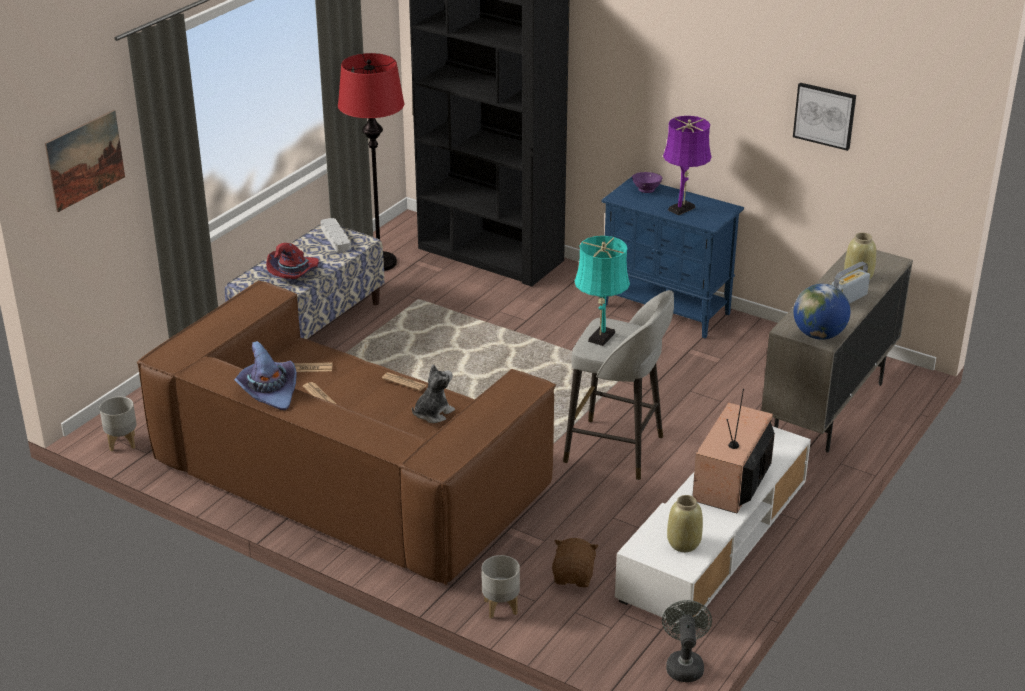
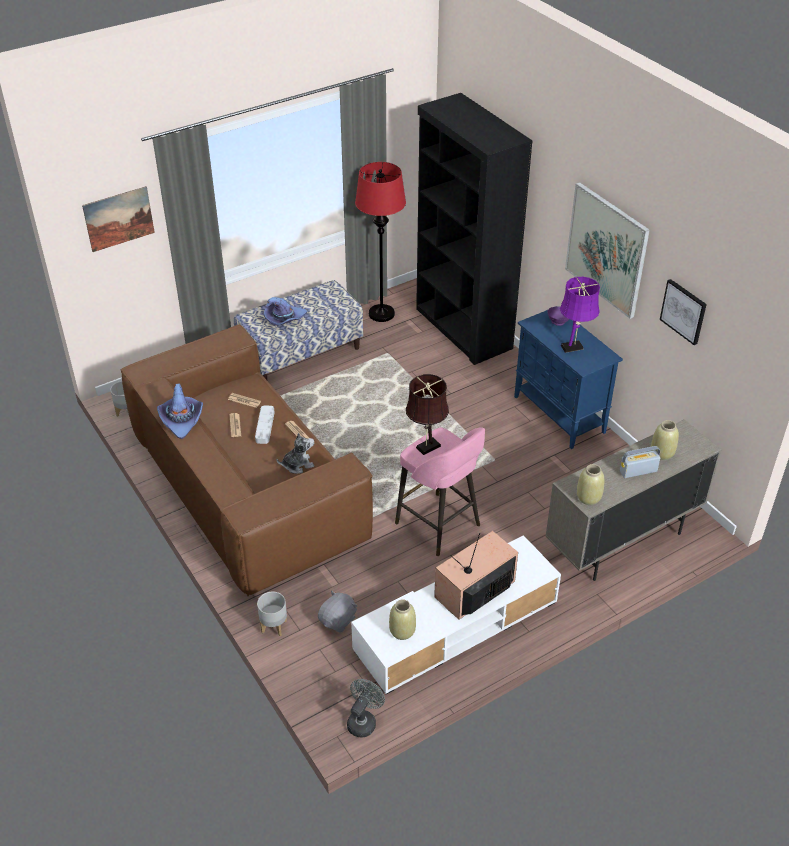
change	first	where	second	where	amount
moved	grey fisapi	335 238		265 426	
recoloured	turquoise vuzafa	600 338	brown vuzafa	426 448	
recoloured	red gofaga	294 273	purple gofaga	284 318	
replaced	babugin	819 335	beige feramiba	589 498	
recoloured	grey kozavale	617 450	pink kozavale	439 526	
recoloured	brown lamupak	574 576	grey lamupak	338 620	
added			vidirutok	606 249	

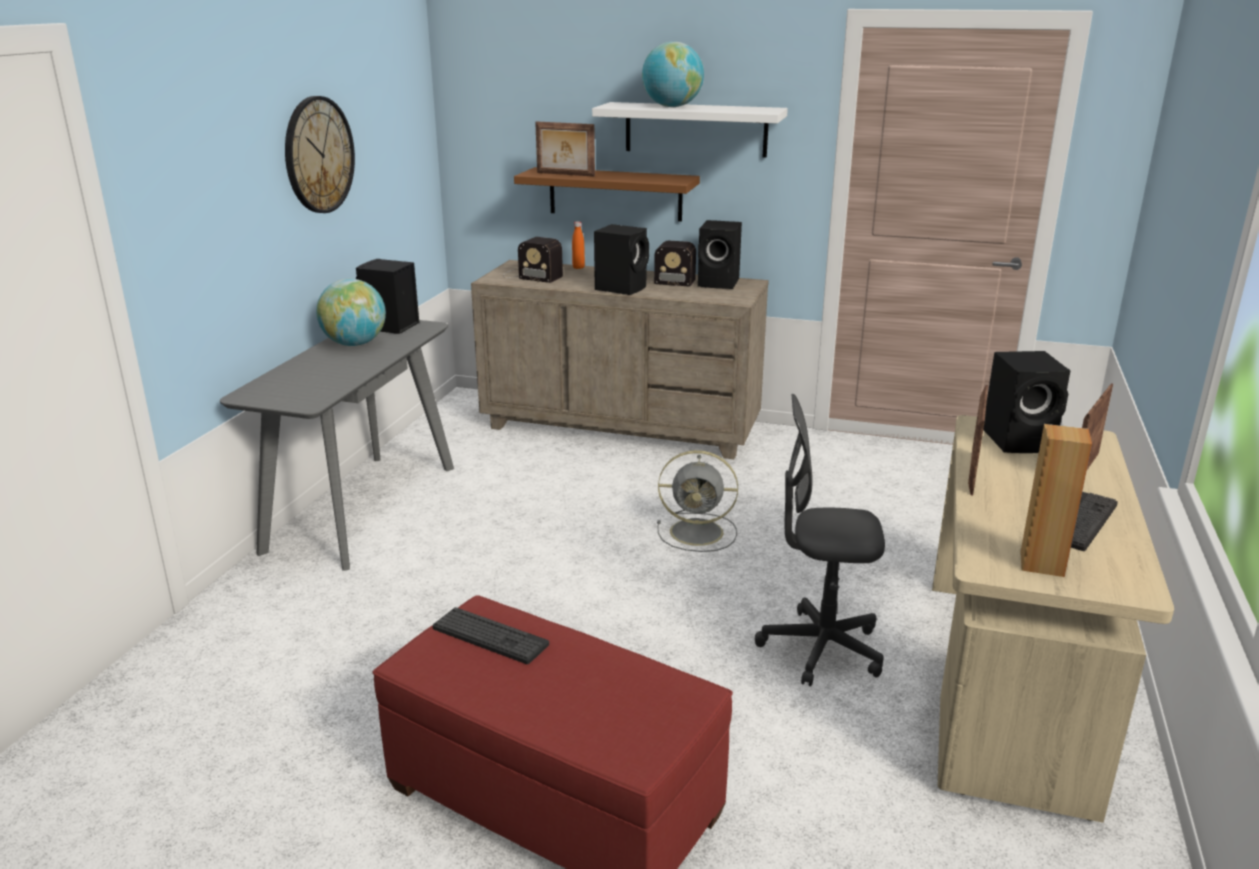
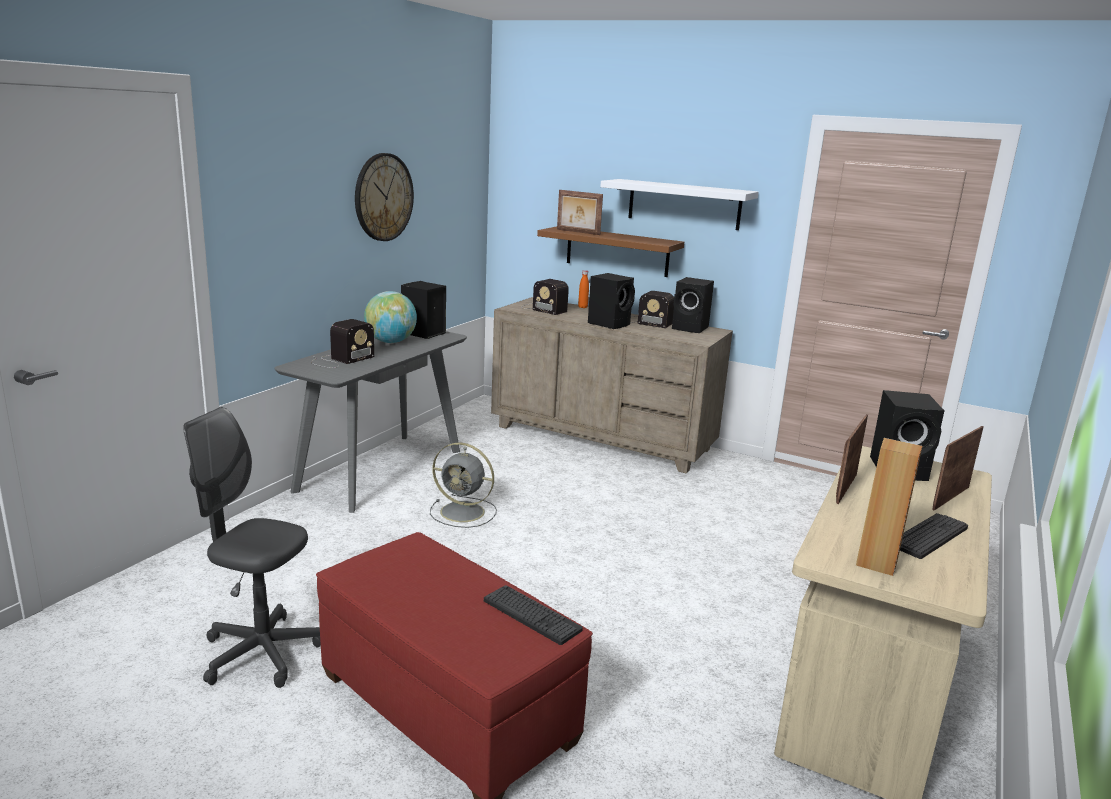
change	first	where	second	where	amount
removed	babugin	672 107			
moved	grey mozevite	821 649		261 653	
moved	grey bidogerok	699 532		464 512	
moved	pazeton	490 636		531 615	
added			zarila	340 360	

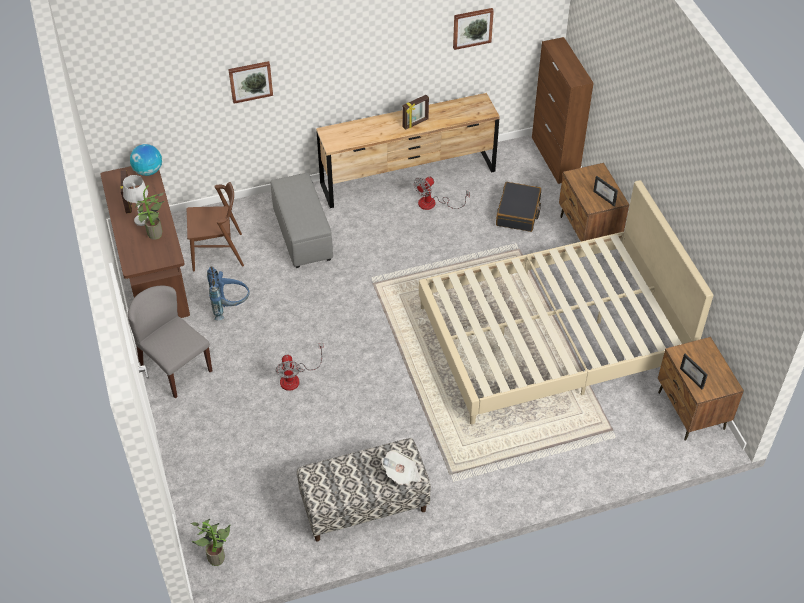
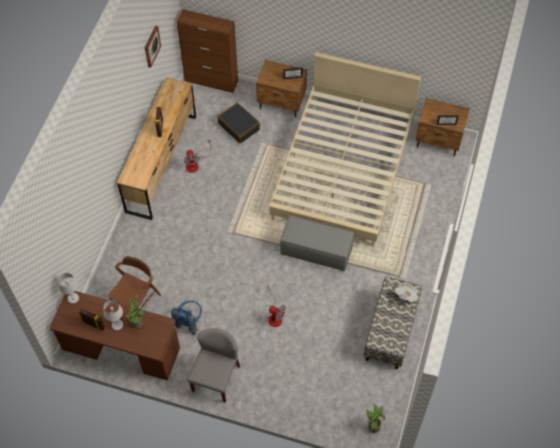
change	first	where	second	where	amount
removed	vidirutok	250 81			
replaced	babugin	148 171	white vuzafa	73 298	
moved	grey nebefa	303 235		317 251	
turned	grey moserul	175 368		216 378	120 degrees clockwise

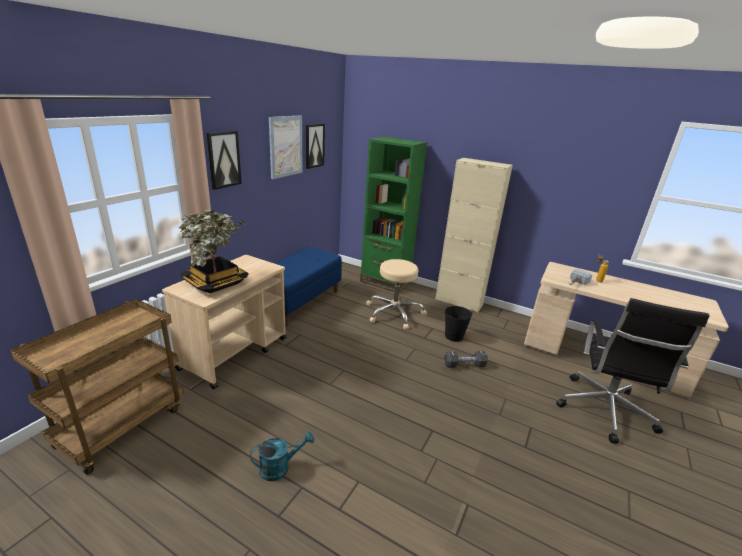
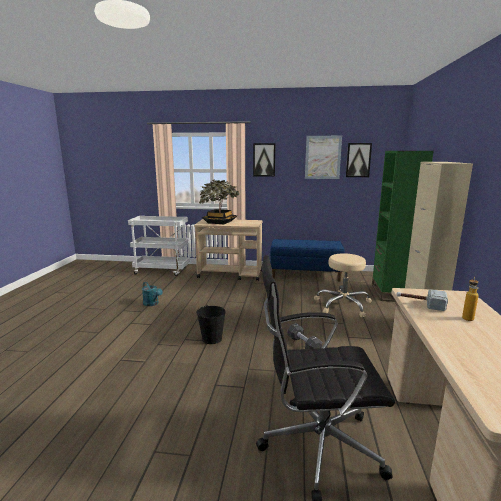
change	first	where	second	where	amount
recoloured	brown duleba	122 425	white duleba	162 271	
moved	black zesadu	454 336		212 339	

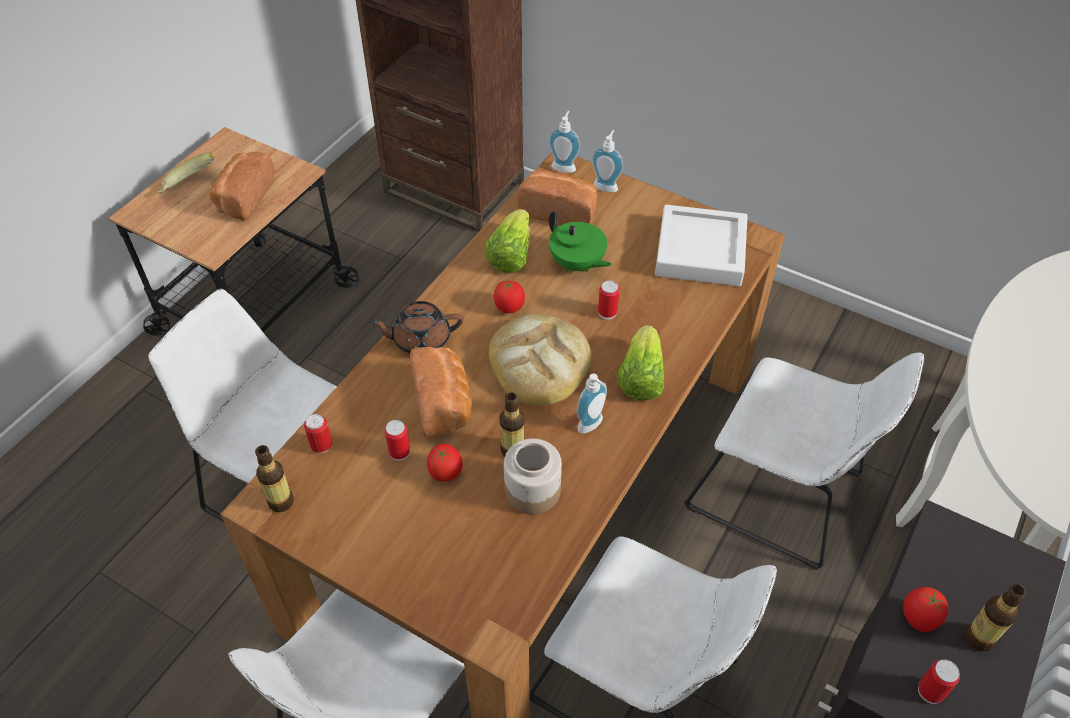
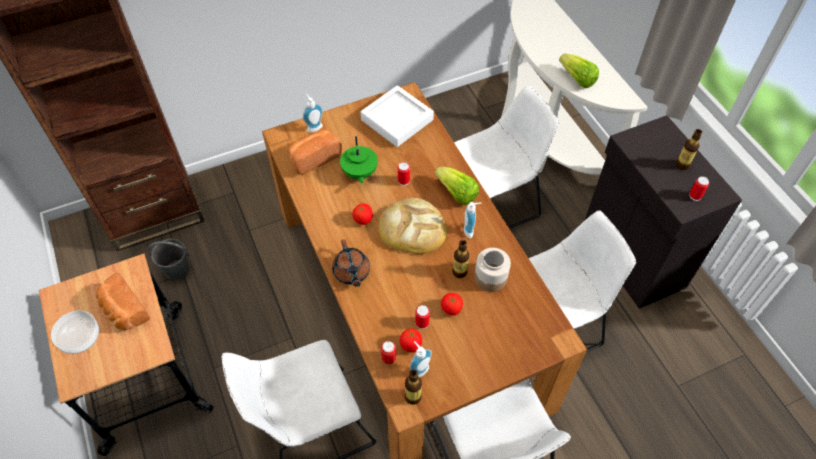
change	first	where	second	where	amount
moved	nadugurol	564 166		418 369	
replaced	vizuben	189 187	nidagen	80 338	
moved	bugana	510 255		577 79	
turned	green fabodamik	577 264		359 173	90 degrees clockwise
turned	brown fabodamik	420 340		351 272	45 degrees counterclockwise
removed	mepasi	444 404			
moved	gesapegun	919 618		411 345	
added			grey zesadu	177 270	

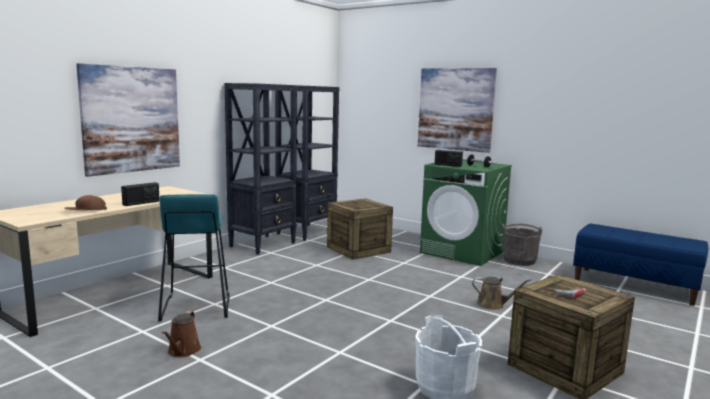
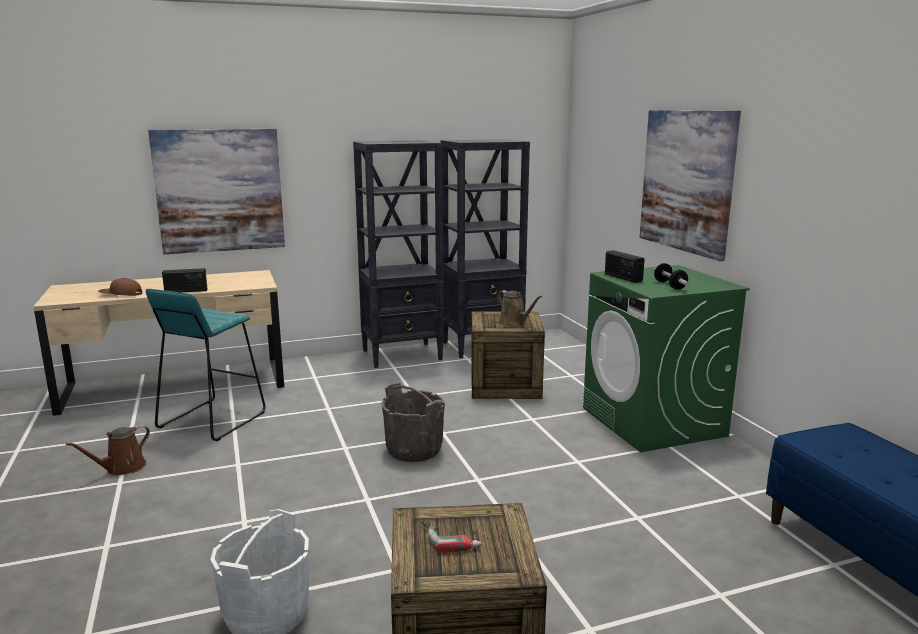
change	first	where	second	where	amount
moved	grey zesadu	519 260		414 449	
moved	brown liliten	493 305		514 324	

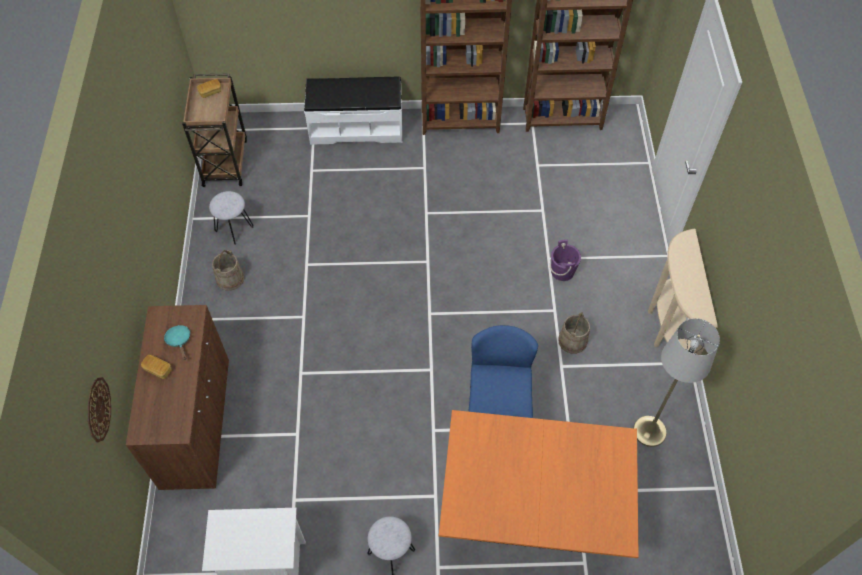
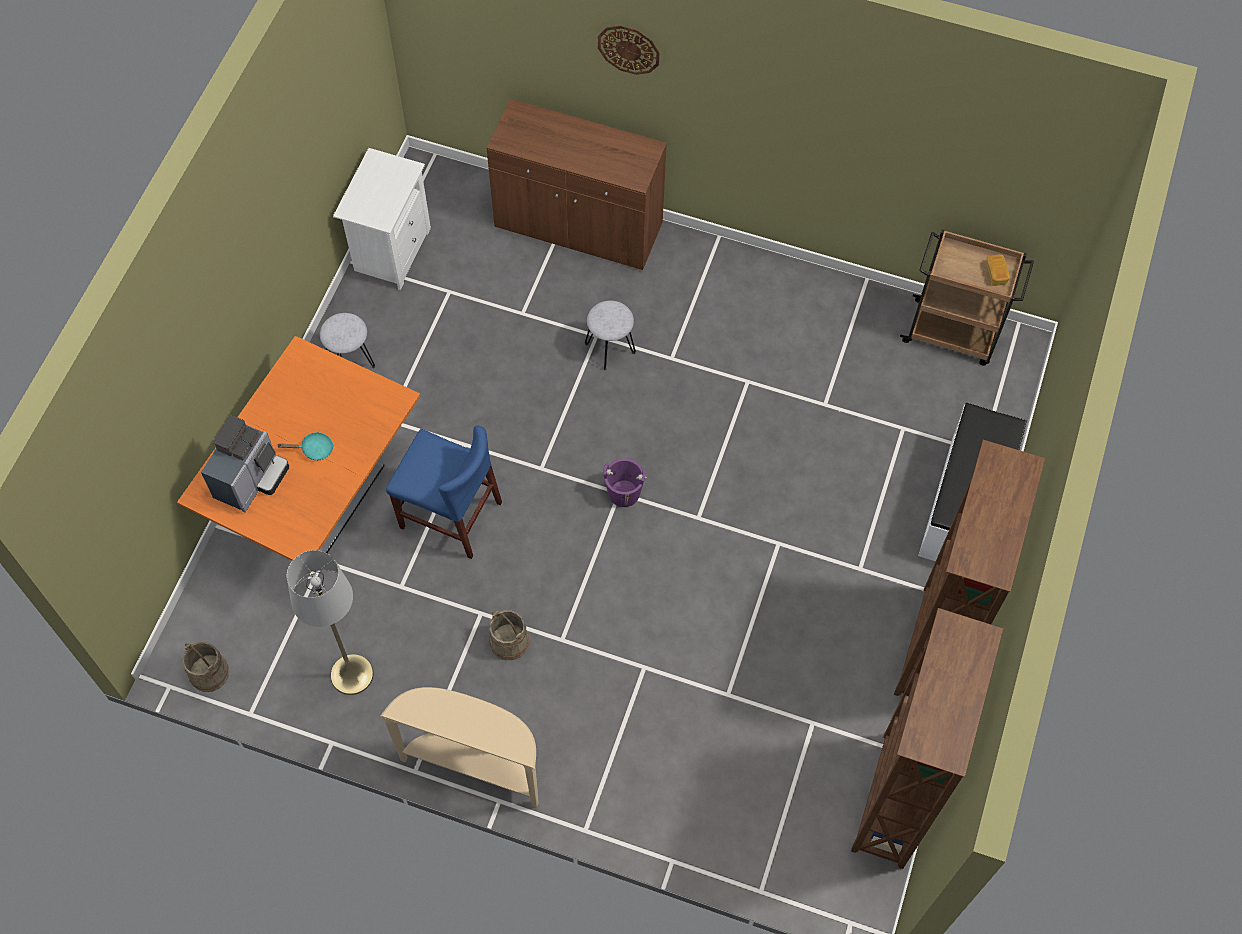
change	first	where	second	where	amount
moved	grey kozavale	234 229		610 348	
moved	purple zesadu	562 271		624 493	
moved	beige zesadu	230 279		209 673	
moved	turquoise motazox	179 340		314 449	
removed	mepasi	158 370			
moved	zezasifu	98 409		629 49	
added			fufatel	251 479	

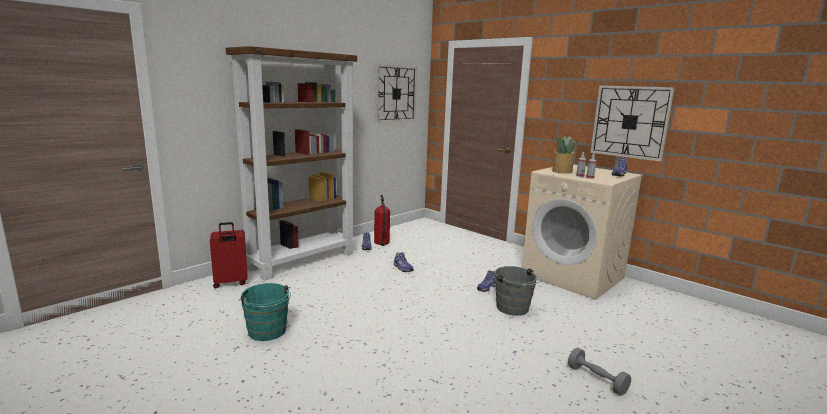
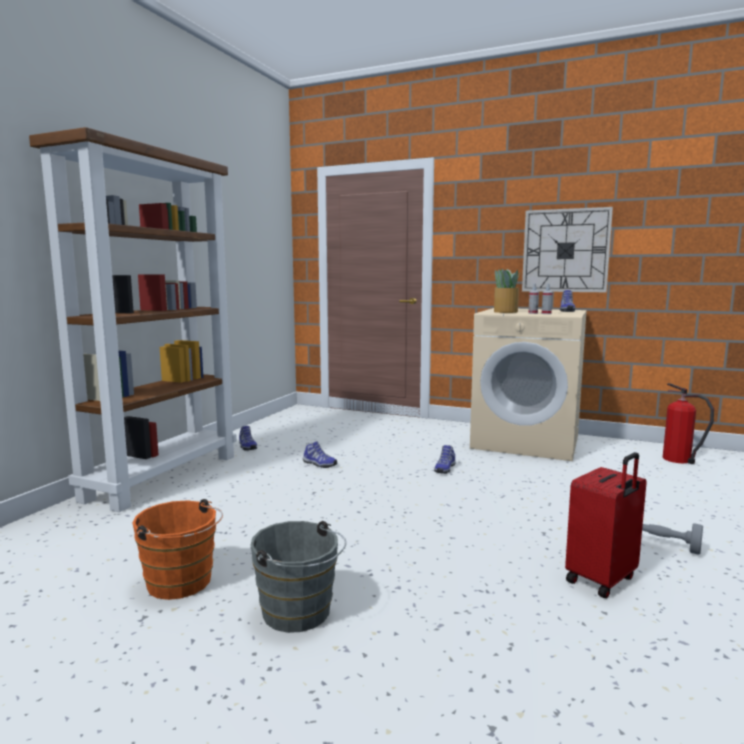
change	first	where	second	where	amount
removed	zezasifu	395 94			
moved	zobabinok	382 243		679 460	
moved	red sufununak	230 283		602 580	
moved	grey zesadu	514 309		300 614	
recoloured	turquoise zesadu	268 332	orange zesadu	182 584	

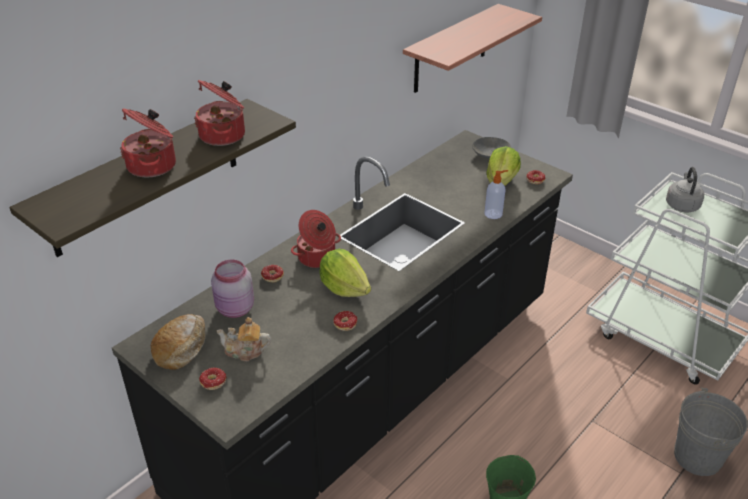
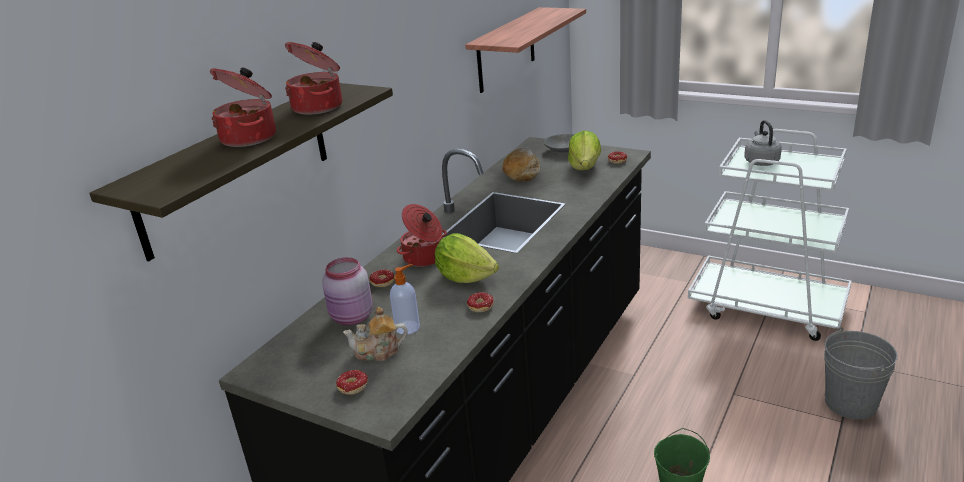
change	first	where	second	where	amount
moved	nadugurol	494 214		408 327	
moved	mepasi	181 347		522 172	

